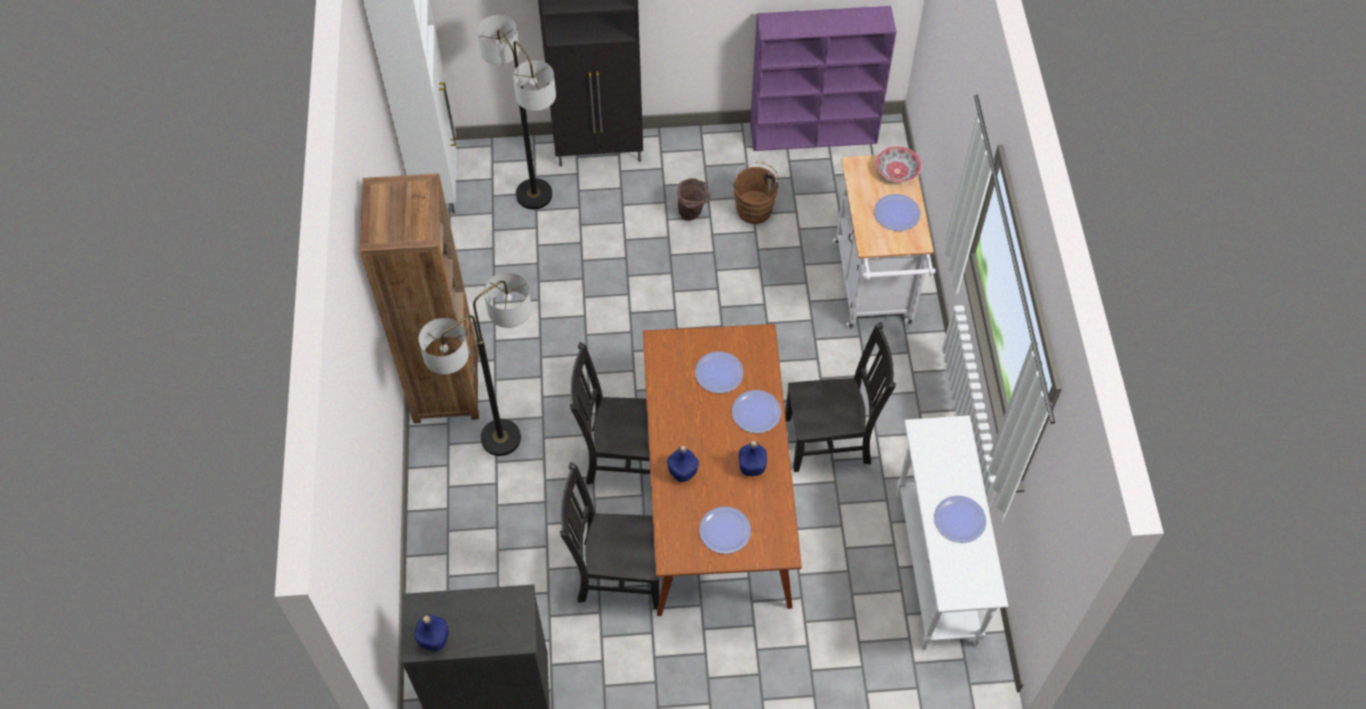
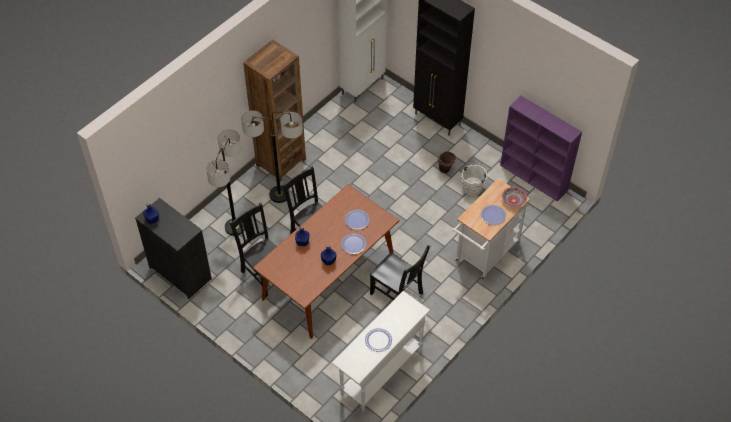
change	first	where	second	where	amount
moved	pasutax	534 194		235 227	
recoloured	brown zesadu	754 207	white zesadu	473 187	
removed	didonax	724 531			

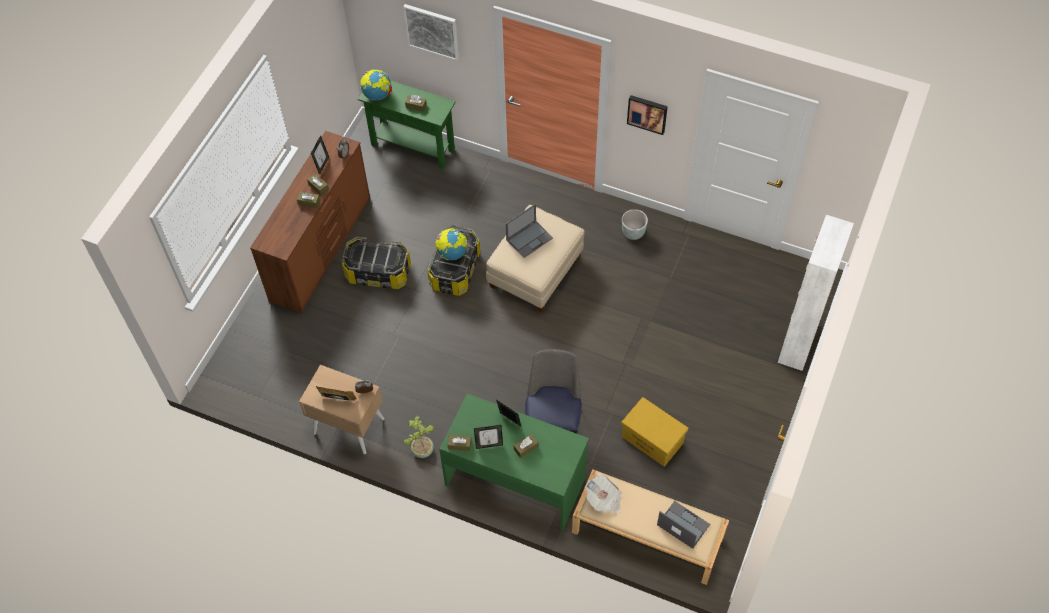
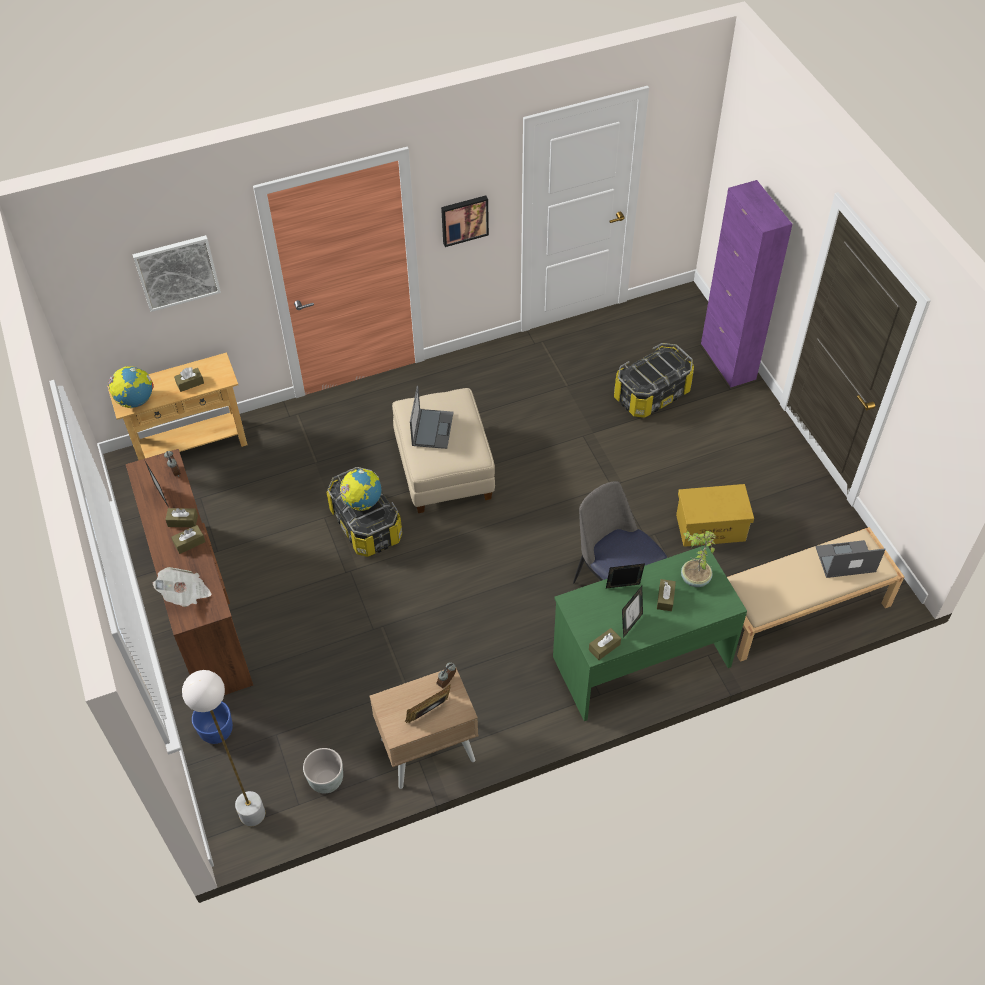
change	first	where	second	where	amount
recoloured	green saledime	413 147	beige saledime	192 447	
moved	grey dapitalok	633 233		327 780	
recoloured	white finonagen	797 344	purple finonagen	728 361	
moved	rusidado	378 273		652 394	
moved	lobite	422 450		694 579	
moved	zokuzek	604 500		185 594	
added			white pasutax	252 814	
added			blue dapitalok	216 732	

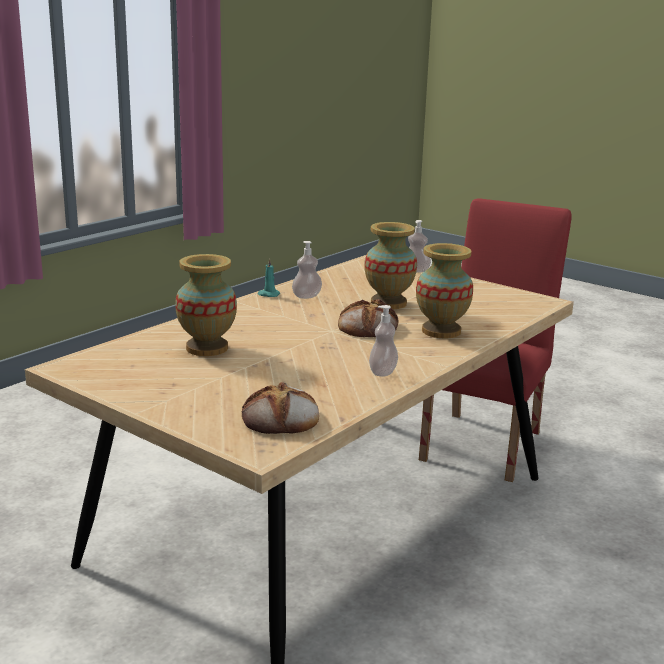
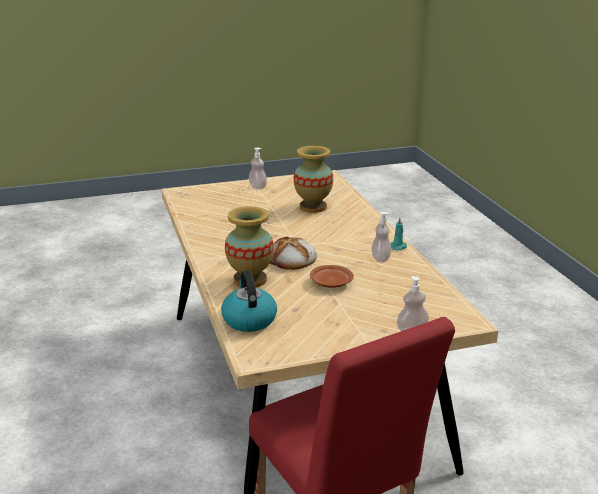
change	first	where	second	where	amount
replaced	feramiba	388 303	brown didonax	330 283	
moved	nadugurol	382 372		258 187	
removed	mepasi	281 418			
added			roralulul	248 319	

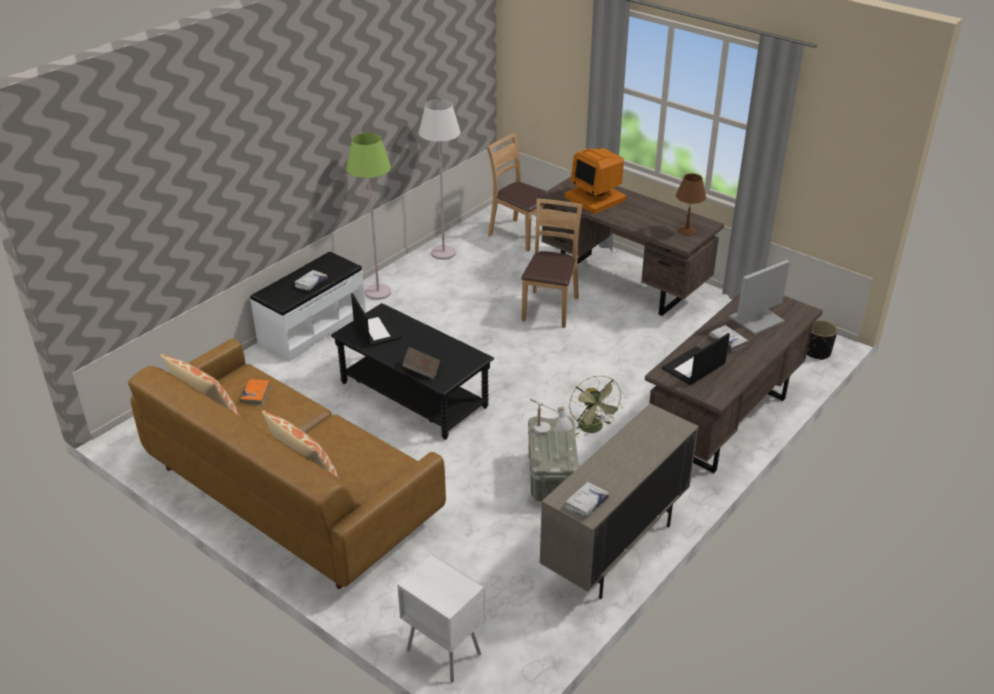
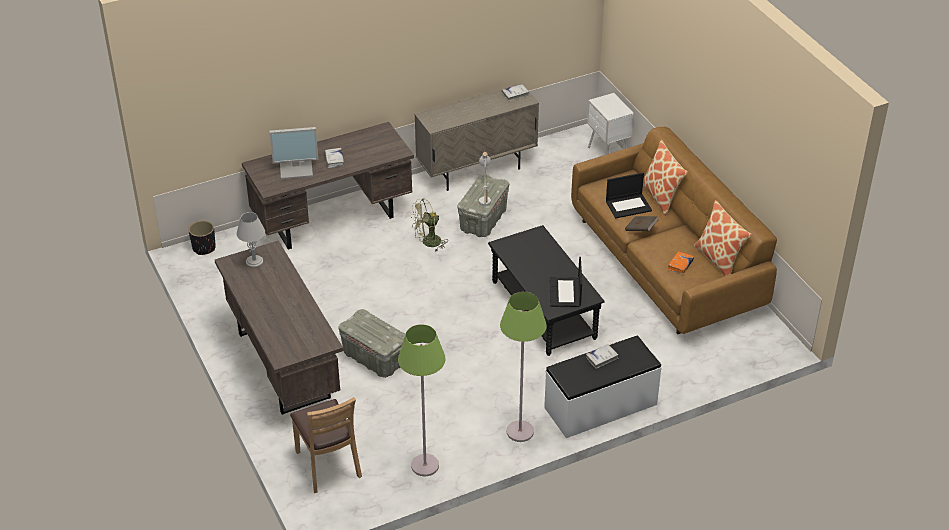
change	first	where	second	where	amount
recoloured	white pasutax	443 253	green pasutax	425 466	
removed	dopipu	596 198			
recoloured	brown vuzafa	686 231	grey vuzafa	254 261	
replaced	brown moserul	550 308	grey rusidado	374 358	
moved	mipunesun	693 367		628 206	
moved	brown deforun	421 370		641 229	
turned	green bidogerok	593 429		428 243	120 degrees counterclockwise

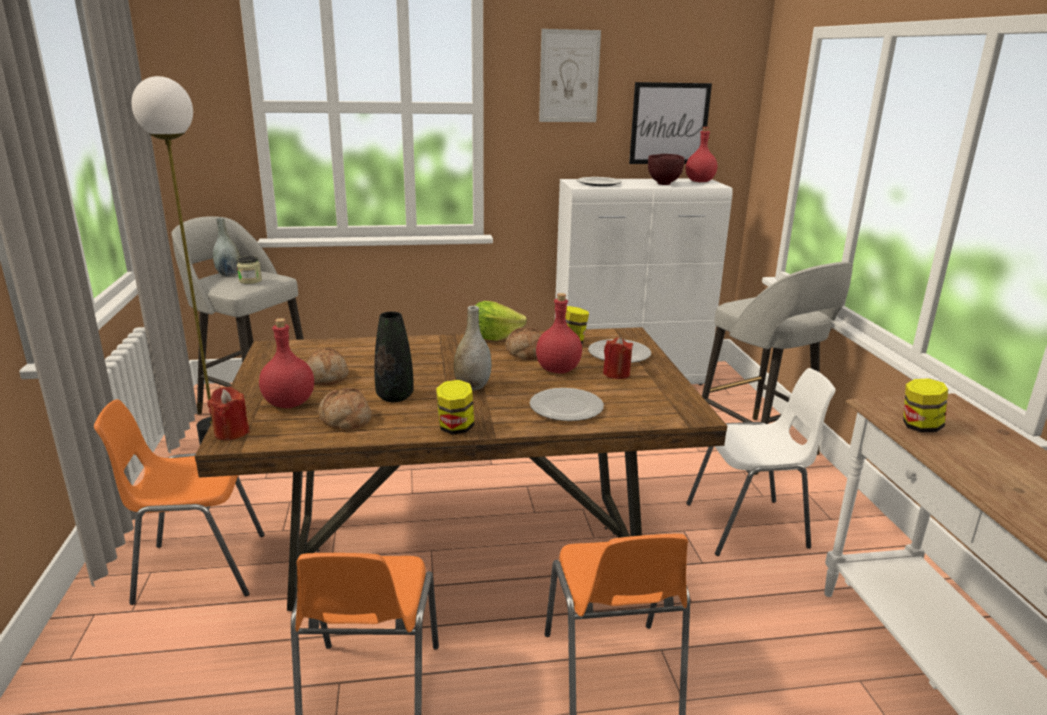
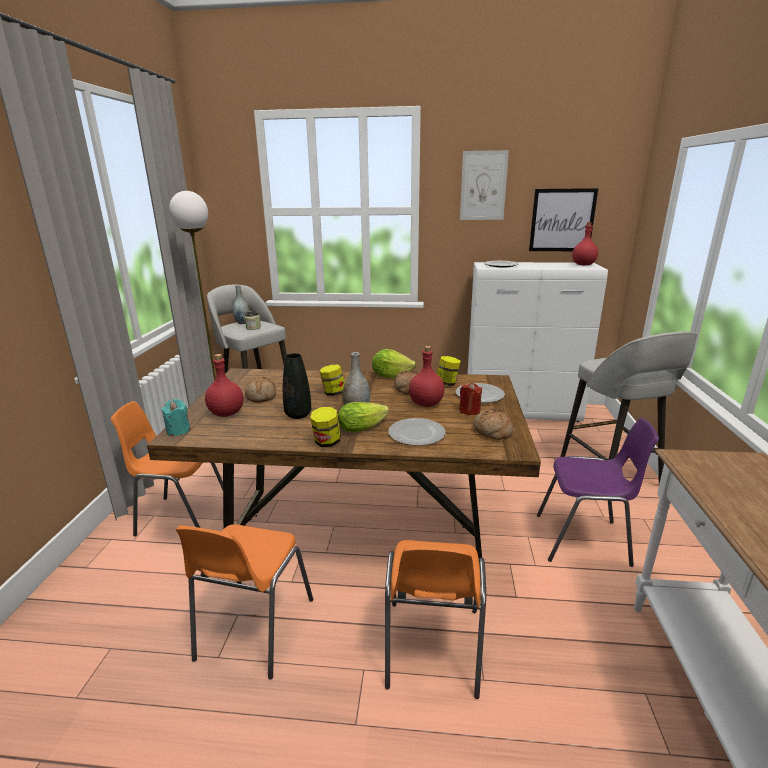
change	first	where	second	where	amount
removed	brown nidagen	664 183			
recoloured	white moserul	750 526	purple moserul	584 540	
moved	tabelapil	919 427		333 393	
recoloured	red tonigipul	231 432	turquoise tonigipul	178 431	
moved	mepasi	344 419		492 431	
added			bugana	364 427	

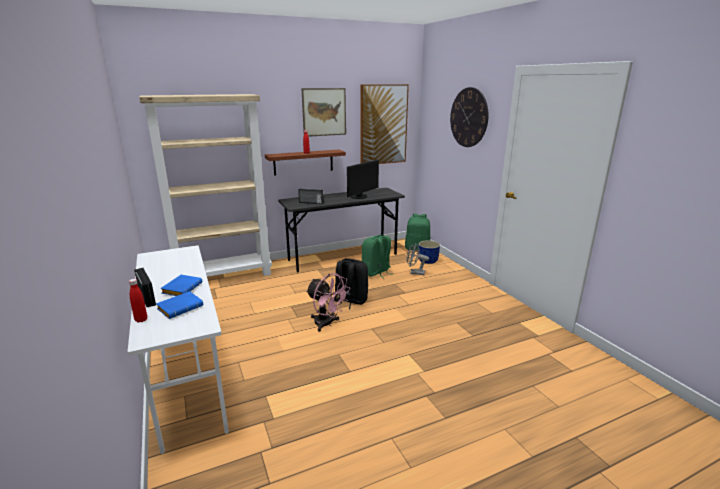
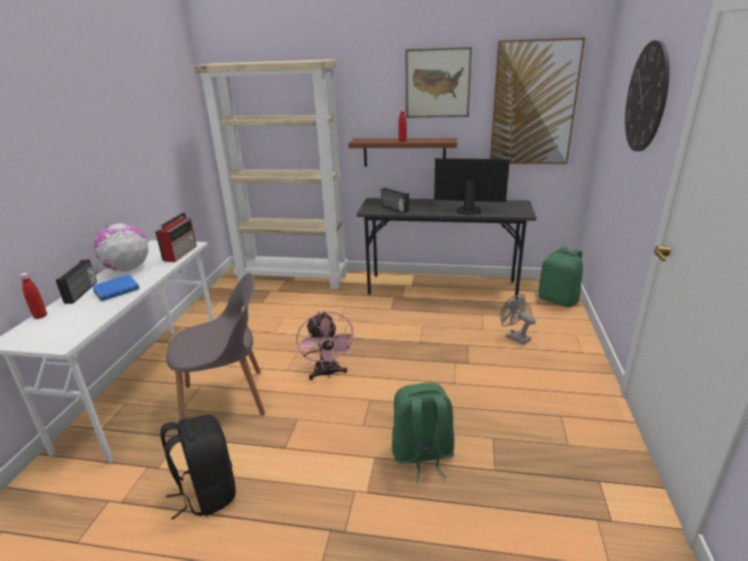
change	first	where	second	where	amount
turned	dopipu	360 197		468 209	150 degrees counterclockwise
moved	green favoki	376 272		422 455	
removed	blue dapitalok	428 261			
moved	black favoki	350 300		207 492	
removed	blue deforun	181 307			
added			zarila	181 253	
added			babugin	127 269	
added			grey moserul	227 399	

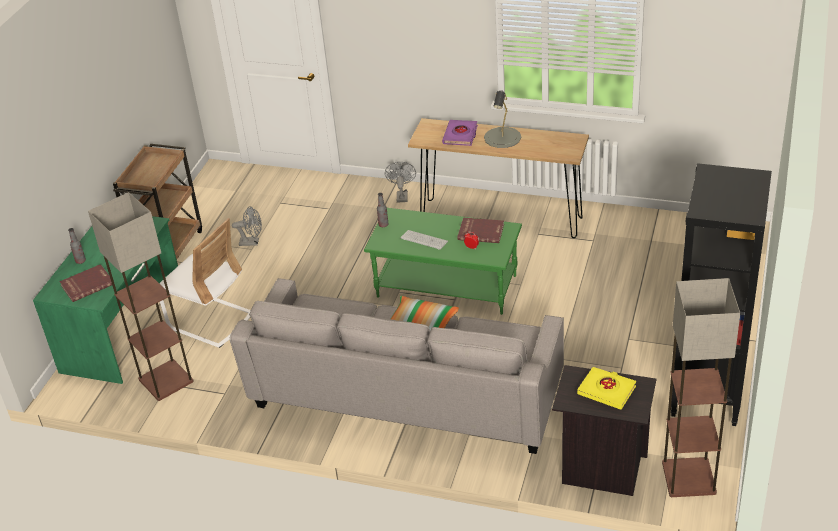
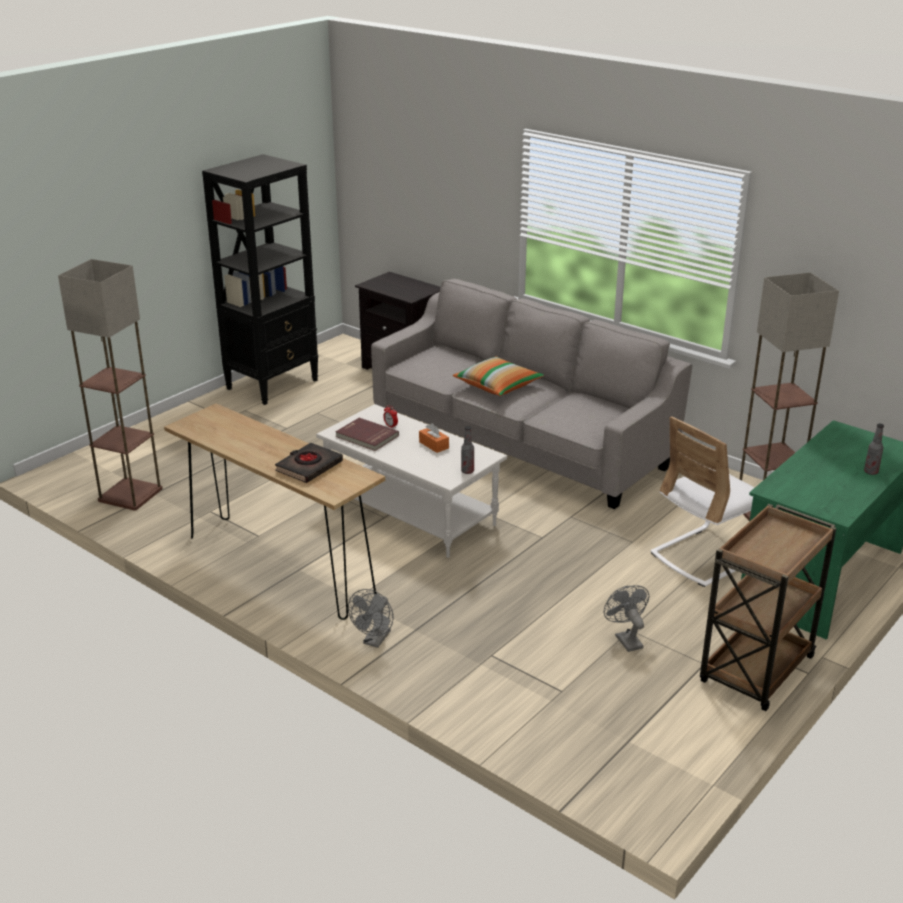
change	first	where	second	where	amount
removed	grey vuzafa	502 137			
recoloured	purple deforun	460 135	black deforun	309 467	
turned	grey bidogerok	252 242		625 639	45 degrees clockwise
recoloured	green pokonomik	446 287	white pokonomik	412 513	
turned	white moserul	210 321		705 555	90 degrees counterclockwise
replaced	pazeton	424 240	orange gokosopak	434 445	
removed	red deforun	87 284			
moved	pasutax	687 477		131 495	
removed	yellow deforun	606 391			

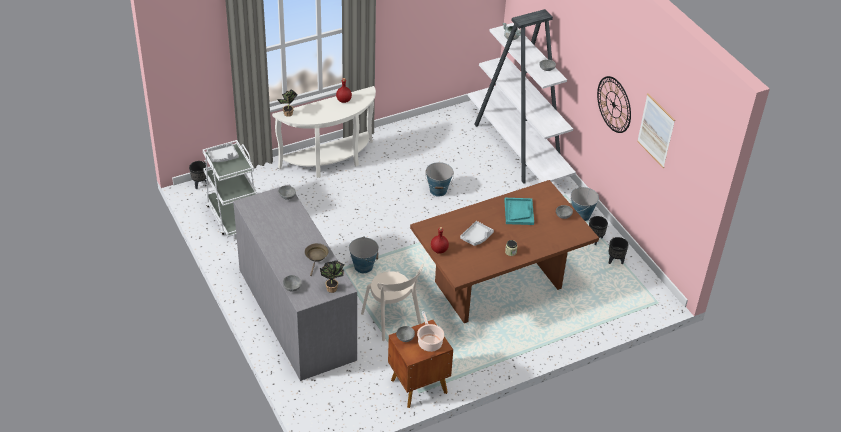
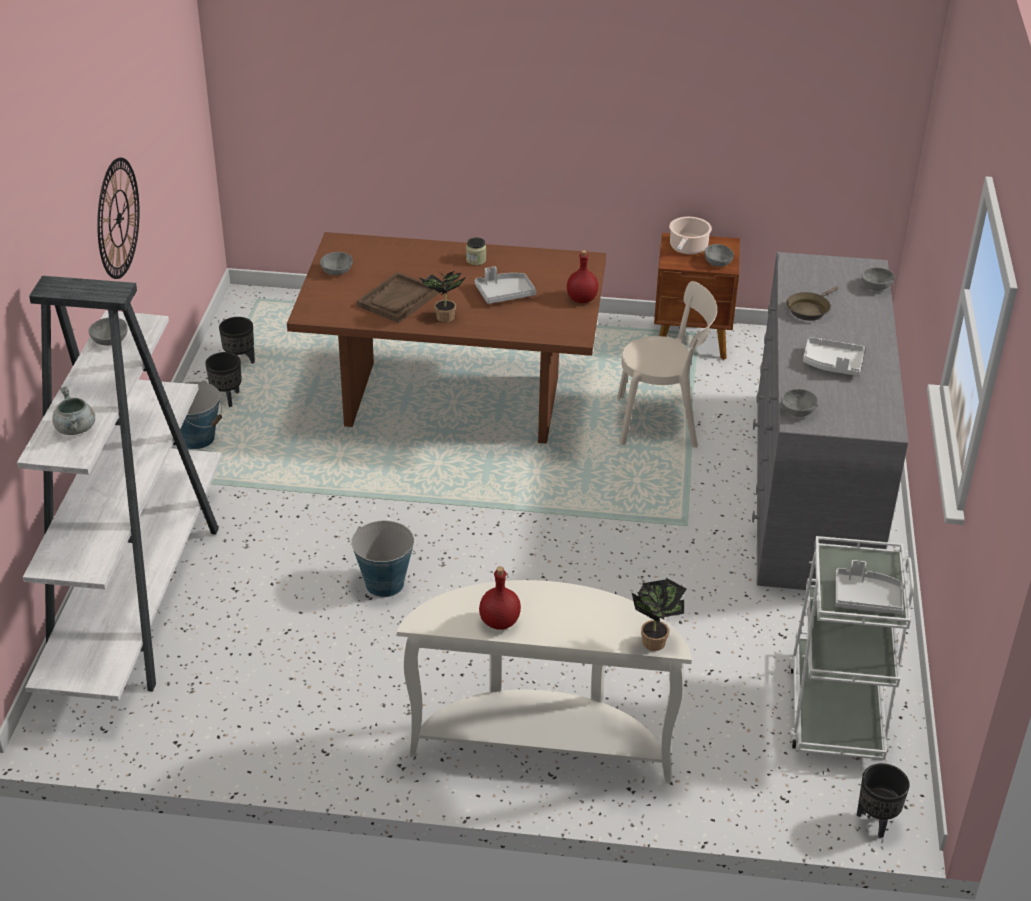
change	first	where	second	where	amount
removed	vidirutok	656 130			
recoloured	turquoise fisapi	518 212	brown fisapi	398 300	
removed	zesadu	363 267			
moved	lobite	332 287		443 318	
turned	beige moserul	392 320		662 422	90 degrees clockwise
added			white fisapi	832 364	

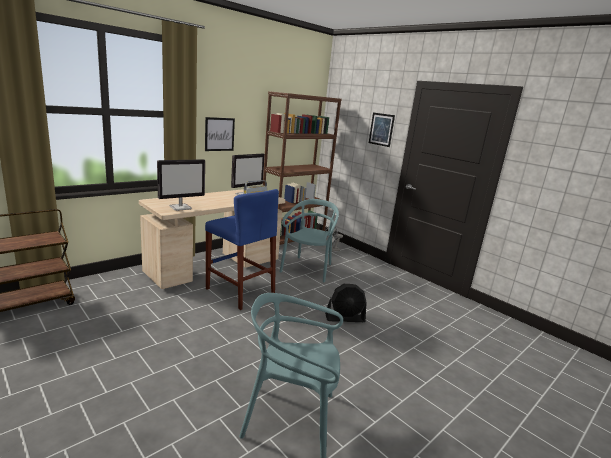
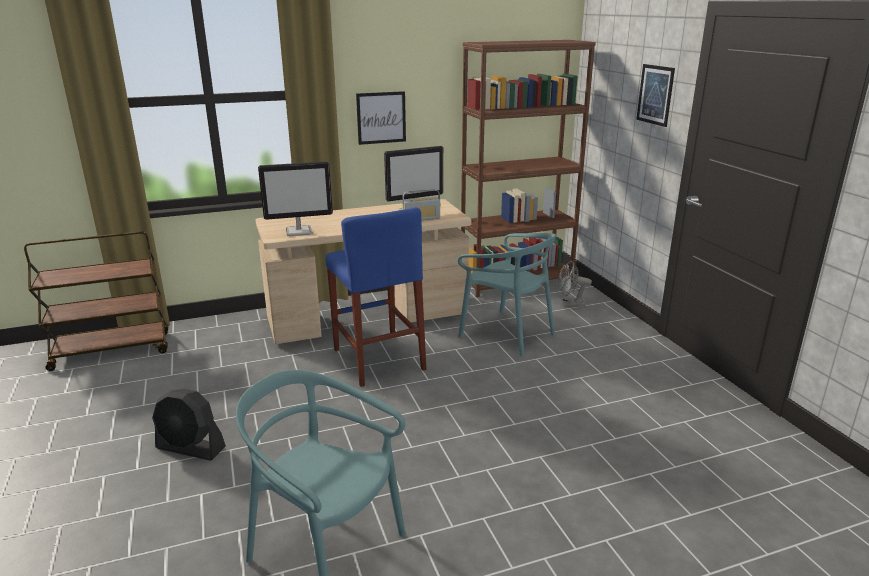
change	first	where	second	where	amount
turned	turquoise moserul	308 269		507 333	90 degrees clockwise
moved	black bidogerok	345 318		190 448	

